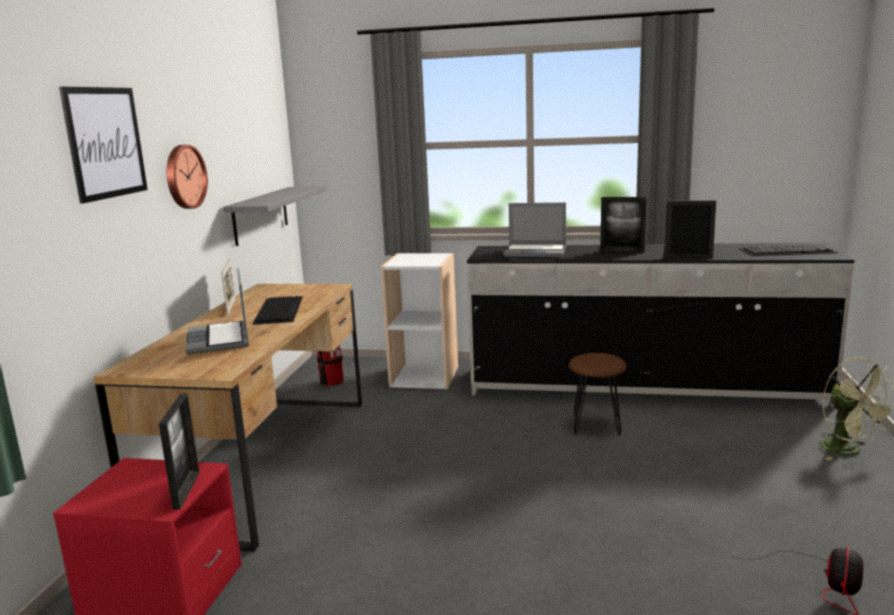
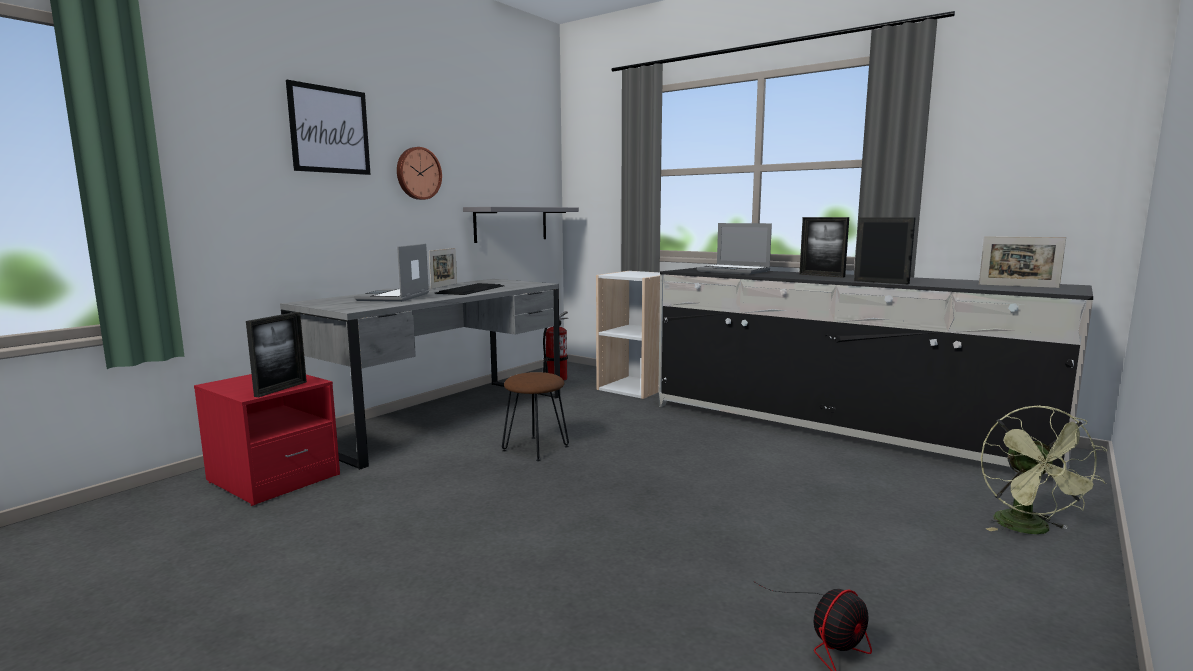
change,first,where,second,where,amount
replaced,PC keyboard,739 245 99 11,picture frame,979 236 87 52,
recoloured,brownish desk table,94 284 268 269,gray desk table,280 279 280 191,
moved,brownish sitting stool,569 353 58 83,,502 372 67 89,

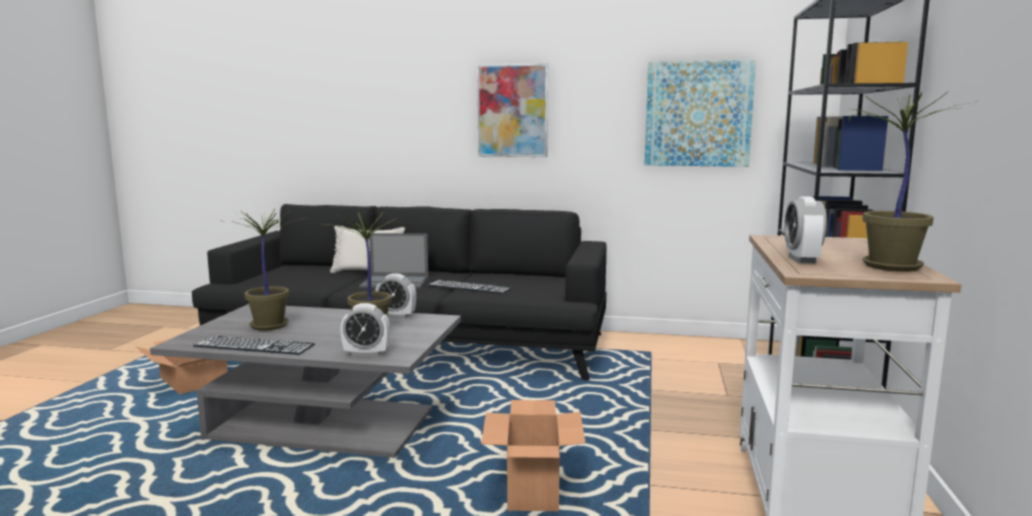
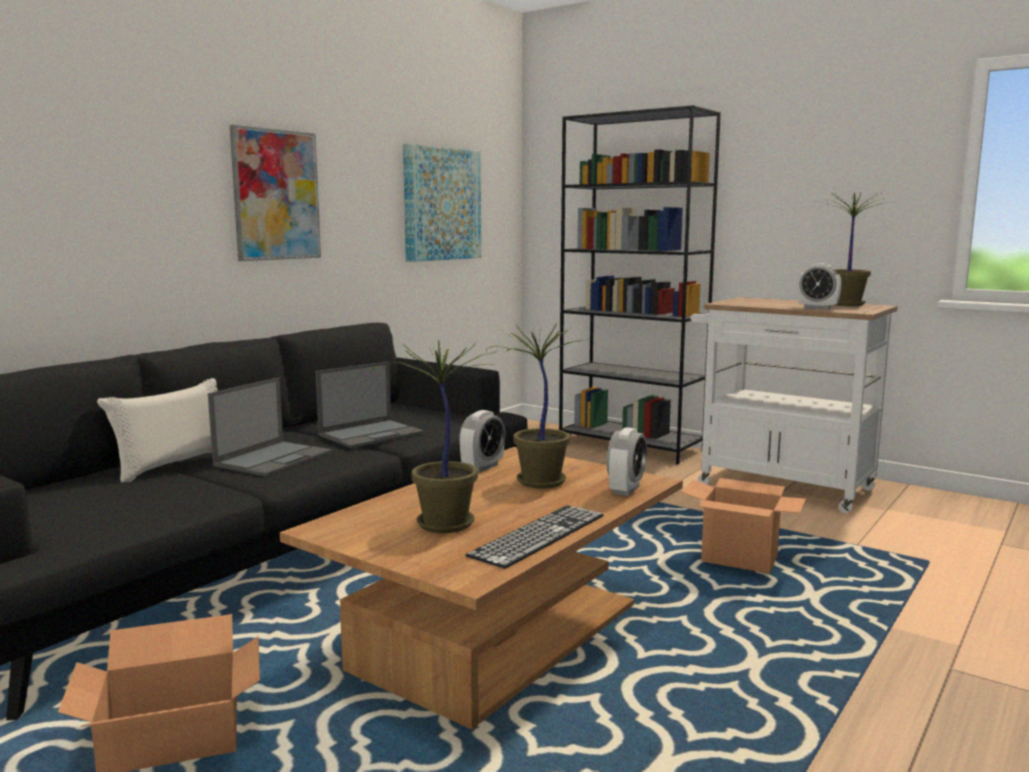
change,first,where,second,where,amount
replaced,PC keyboard,427 280 85 14,laptop,315 361 110 87,
recoloured,gray coffee table,150 304 311 154,brownish coffee table,280 447 403 282,

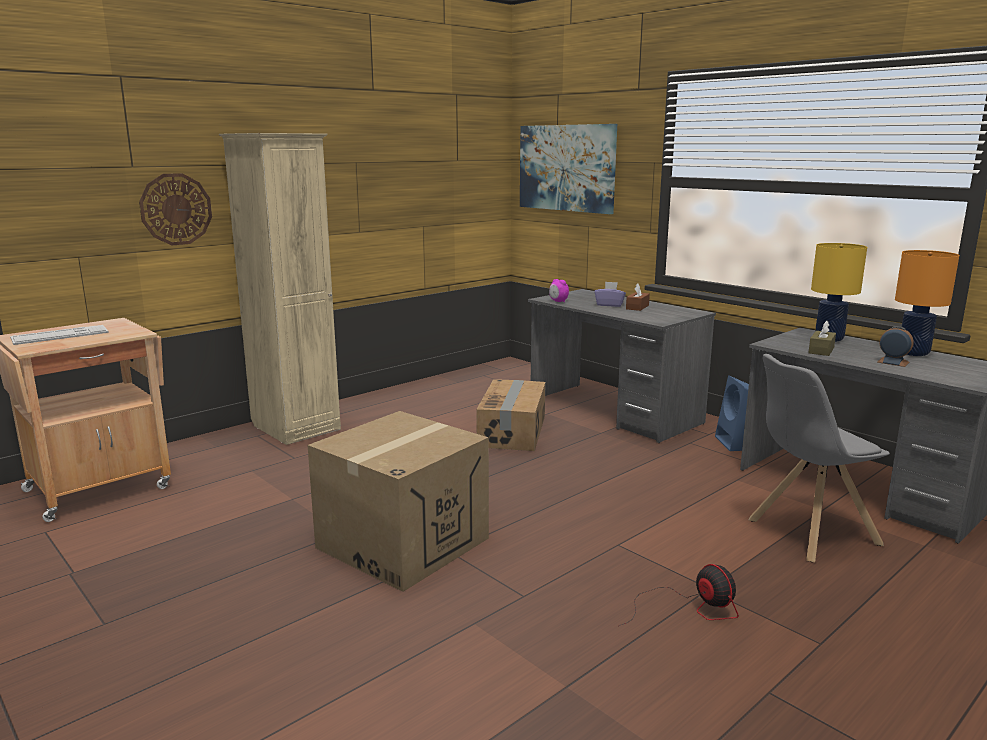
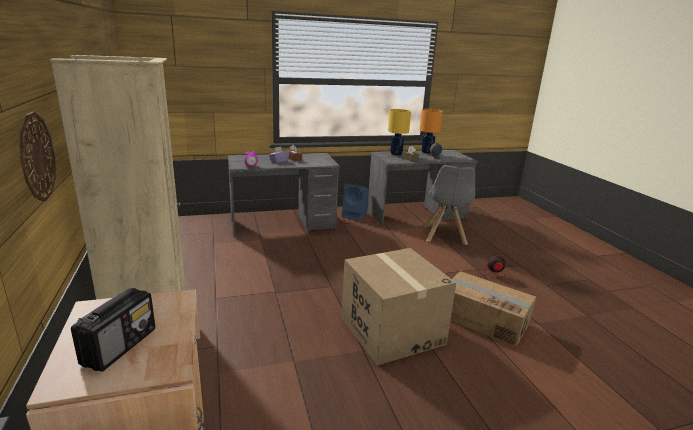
change,first,where,second,where,amount
removed,wall art,520 124 97 90,,,
replaced,PC keyboard,10 325 99 20,radio receiver,71 288 84 84,
moved,cardboard box,476 379 70 72,,450 271 86 76,

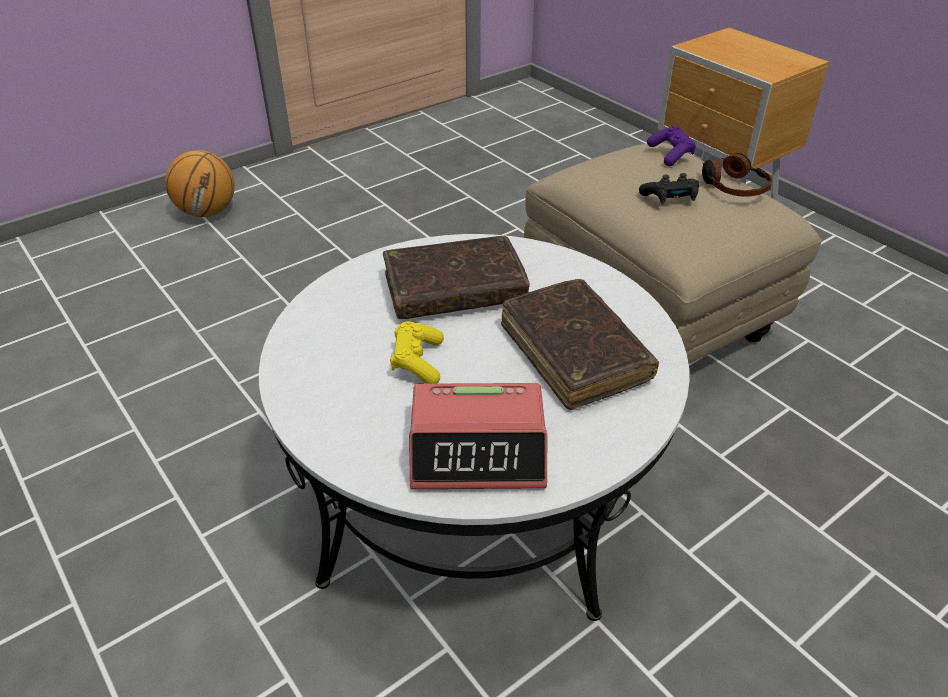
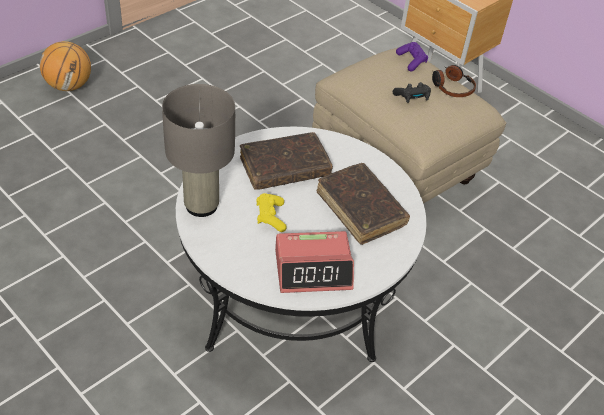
change,first,where,second,where,amount
added,,,gray table lamp,162 84 73 133,

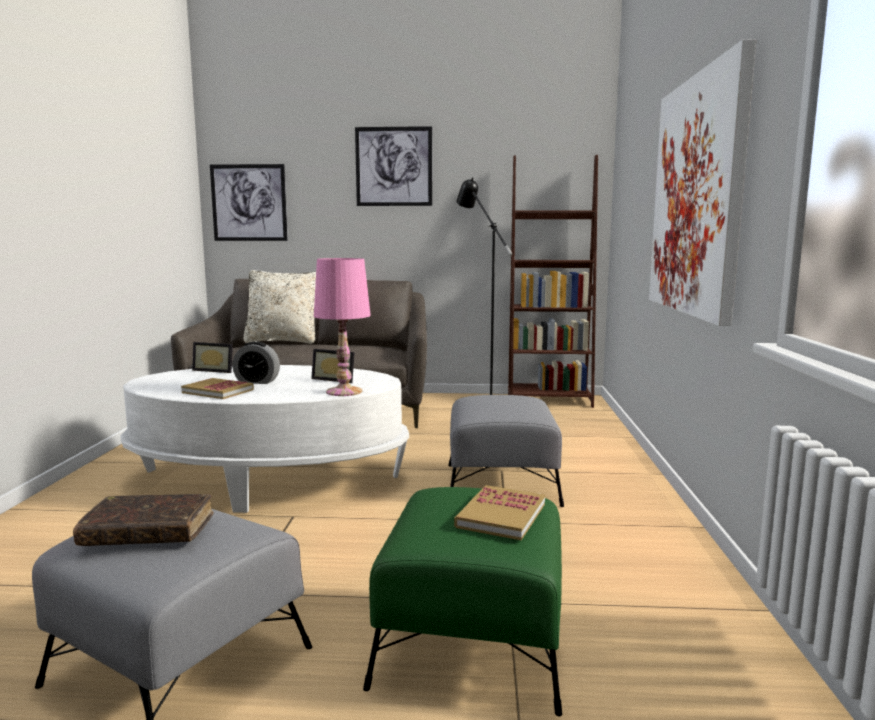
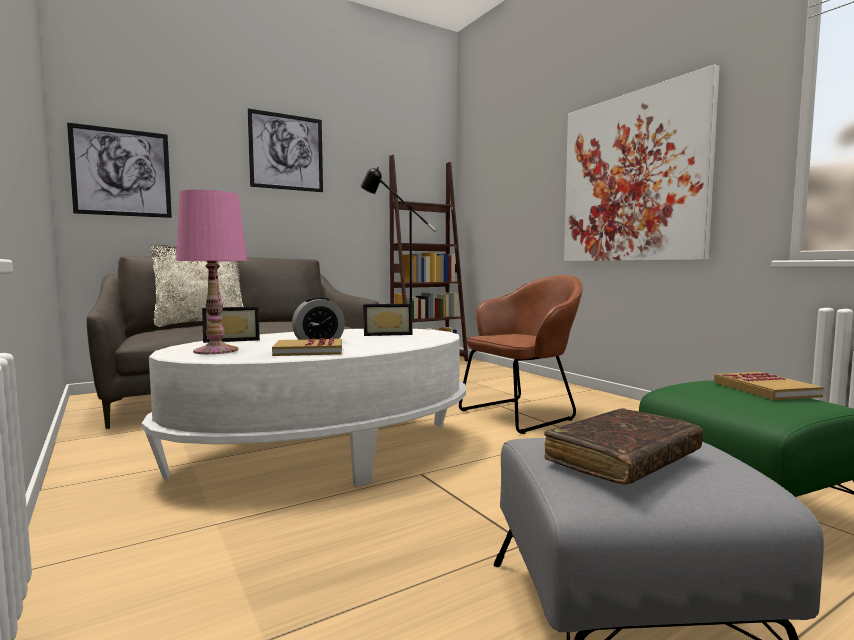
change,first,where,second,where,amount
moved,pink-coloured table lamp,314 258 57 138,,176 190 71 164,
replaced,gray ottoman,448 395 116 112,brownish armchair,459 275 124 159,

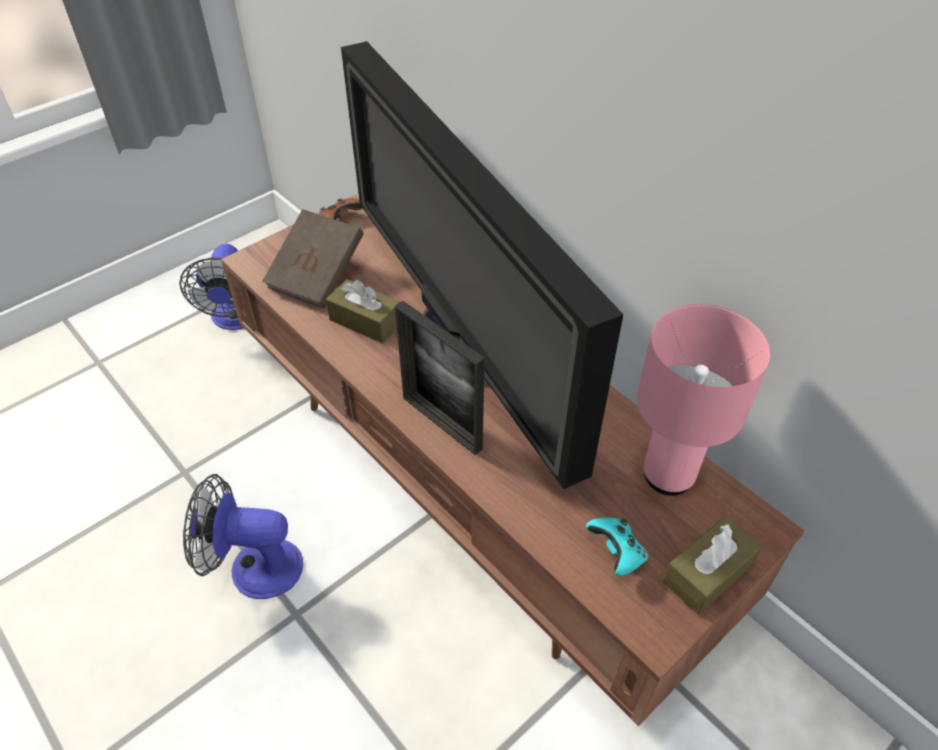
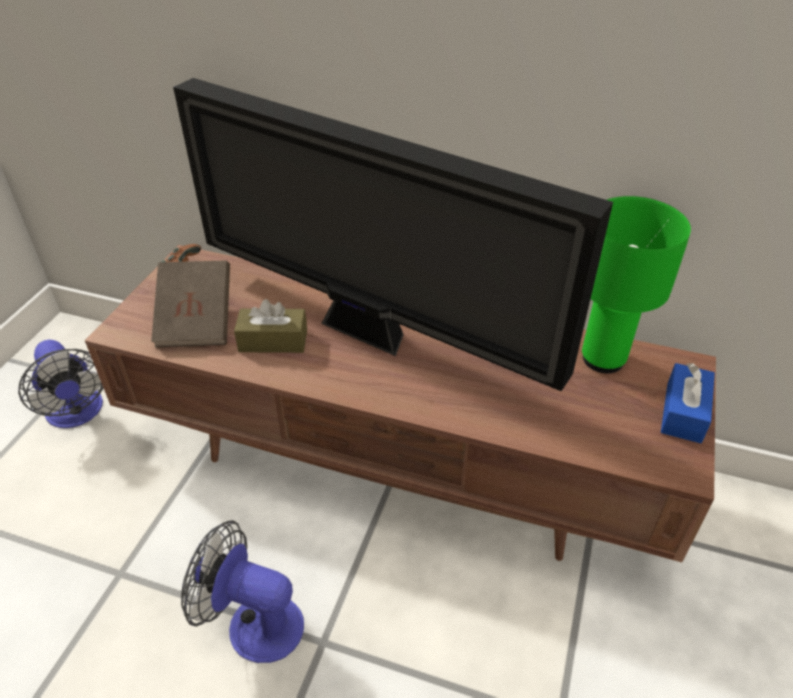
change,first,where,second,where,amount
removed,picture frame,395 301 90 154,,,
recoloured,pink-coloured table lamp,637 304 133 192,green table lamp,582 196 109 177,
turned,cooling fan,183 474 120 125,,181 520 123 143,45 degrees clockwise
recoloured,brownish box of tissues,663 516 99 99,bluish box of tissues,661 363 54 80,
removed,blue-green gamepad,586 517 62 59,,,

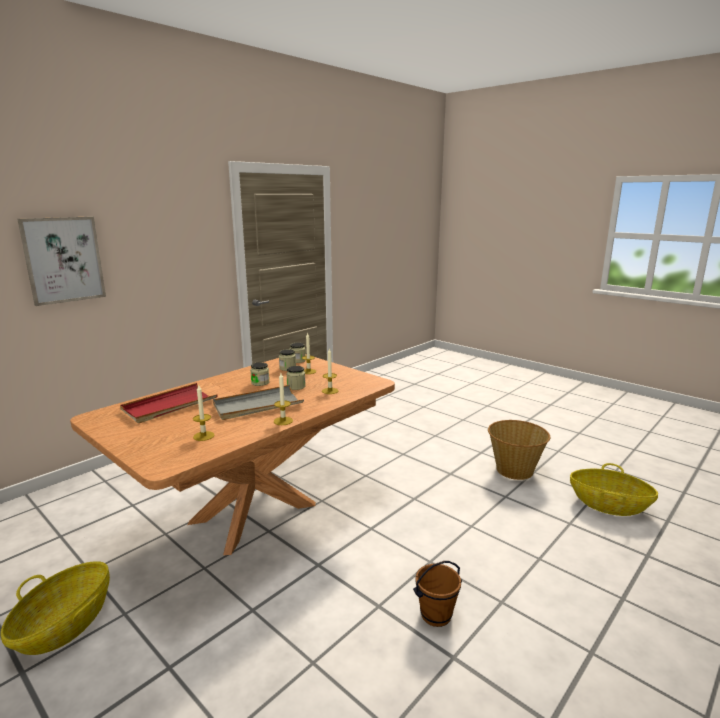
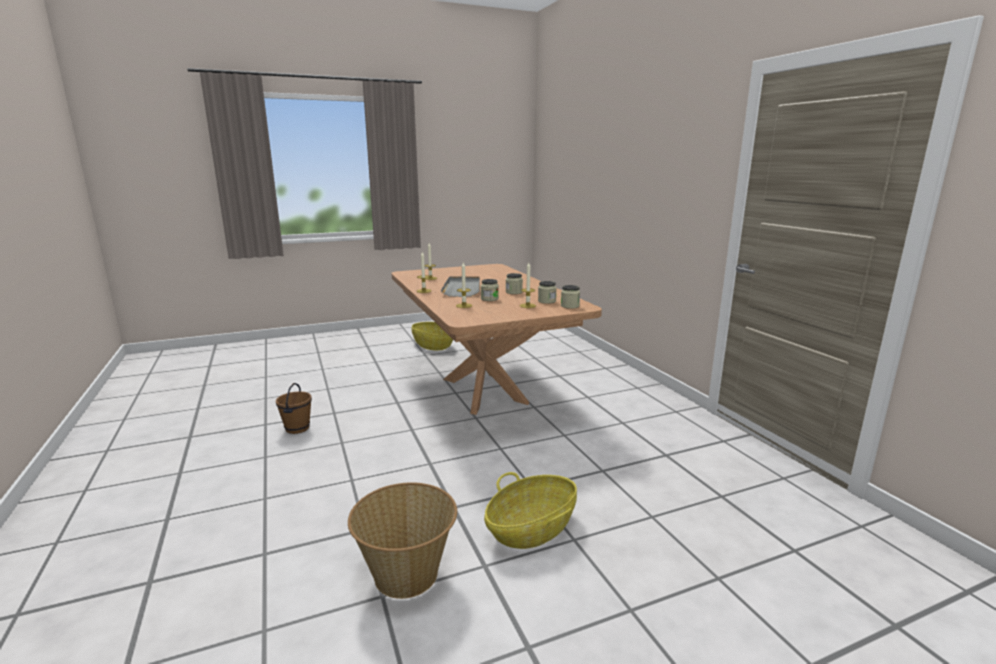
change,first,where,second,where,amount
removed,wall art,17 216 89 90,,,
removed,red tray,120 383 98 40,,,
moved,household basket,570 463 88 53,,484 472 93 77,

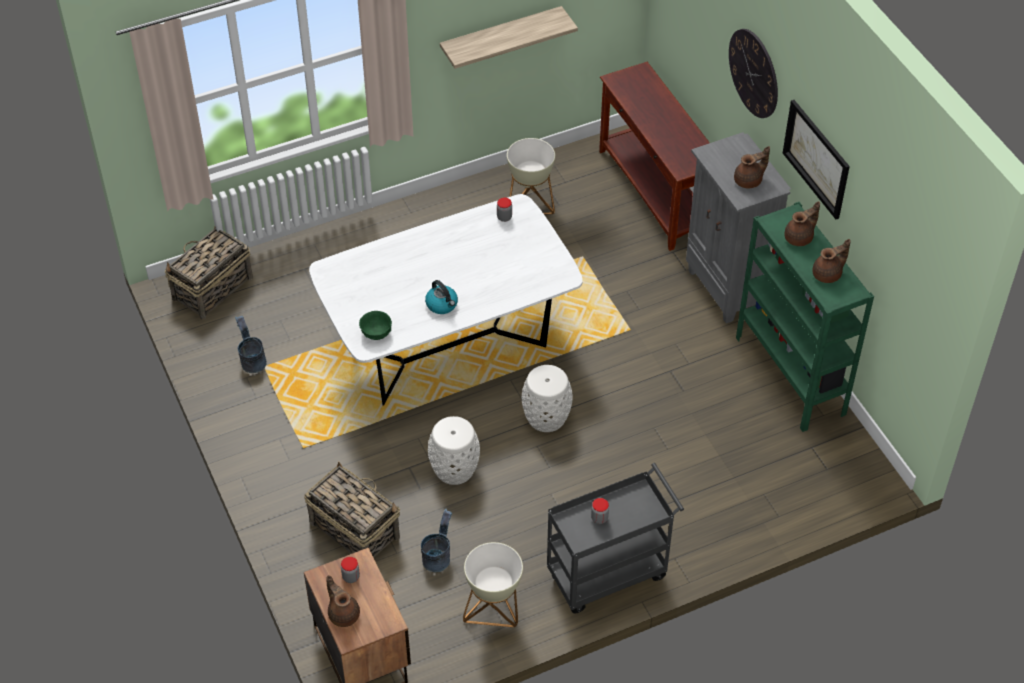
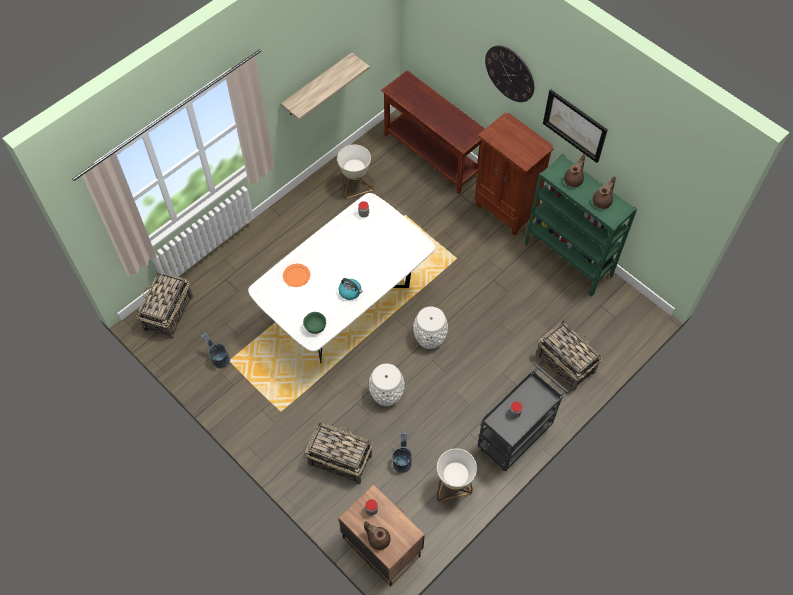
change,first,where,second,where,amount
recoloured,gray cabinet,686 132 105 191,brownish cabinet,474 113 80 122,
removed,brownish tea pot,734 146 36 42,,,
added,,,orangey dinner plate,283 264 27 23,
added,,,household basket,536 320 66 71,

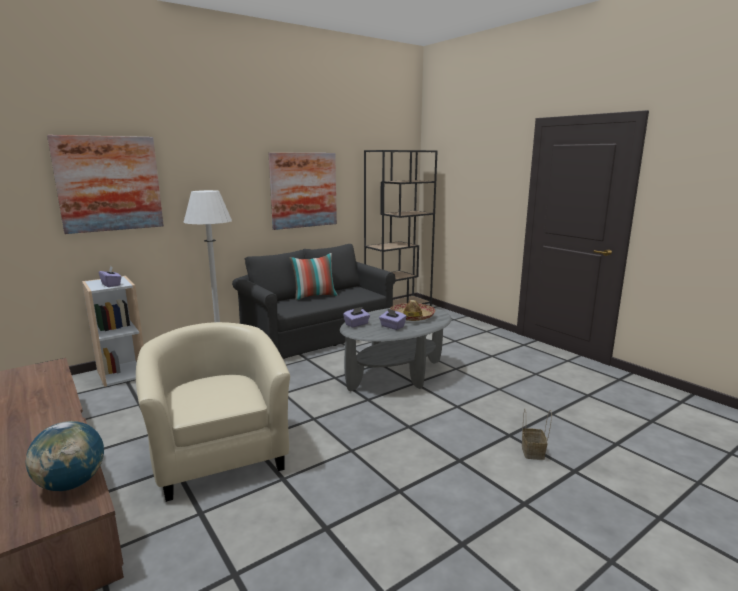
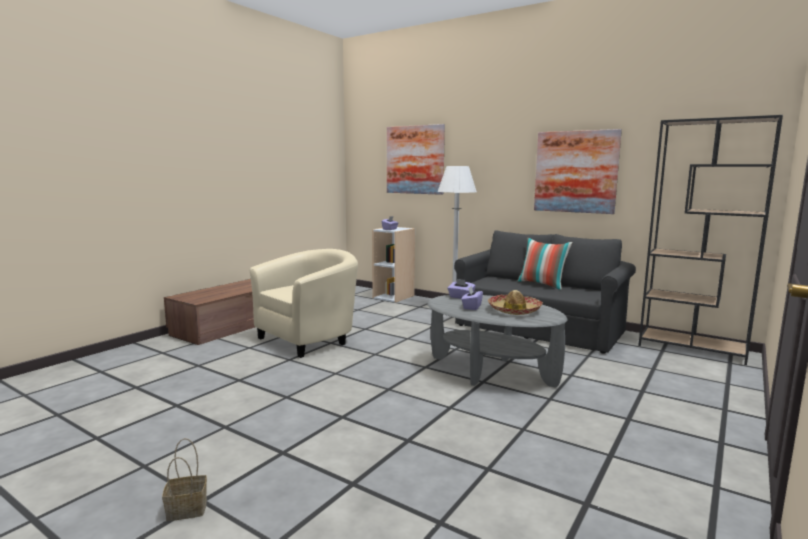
change,first,where,second,where,amount
moved,household basket,522 409 30 51,,162 438 45 83,
removed,world globe,25 421 79 70,,,

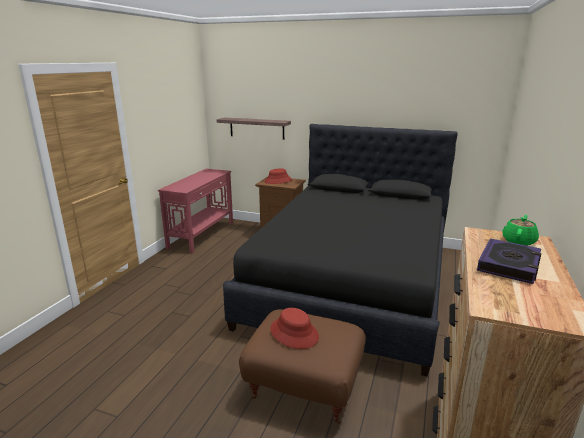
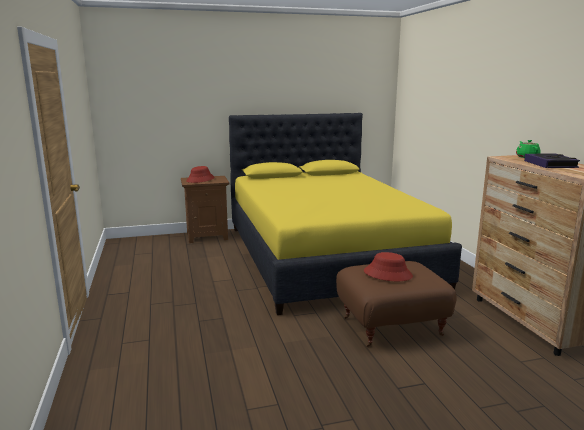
change,first,where,second,where,amount
removed,shelf,217 117 74 23,,,
recoloured,black sleeping bed,223 124 235 252,yellow sleeping bed,229 113 233 202,
removed,red hall table,158 168 75 85,,,

